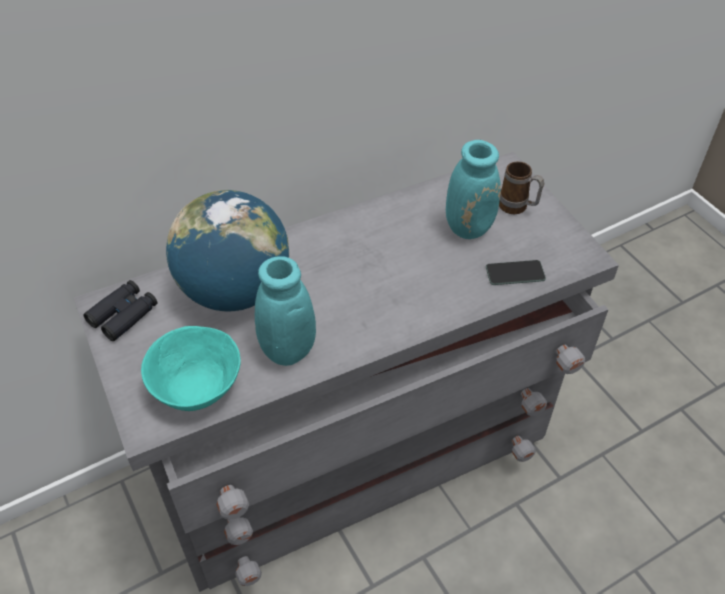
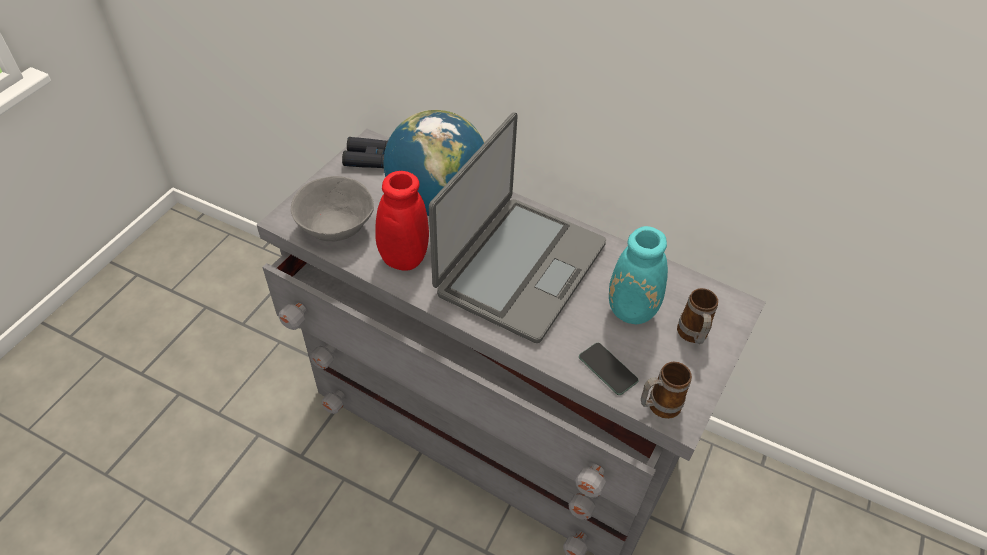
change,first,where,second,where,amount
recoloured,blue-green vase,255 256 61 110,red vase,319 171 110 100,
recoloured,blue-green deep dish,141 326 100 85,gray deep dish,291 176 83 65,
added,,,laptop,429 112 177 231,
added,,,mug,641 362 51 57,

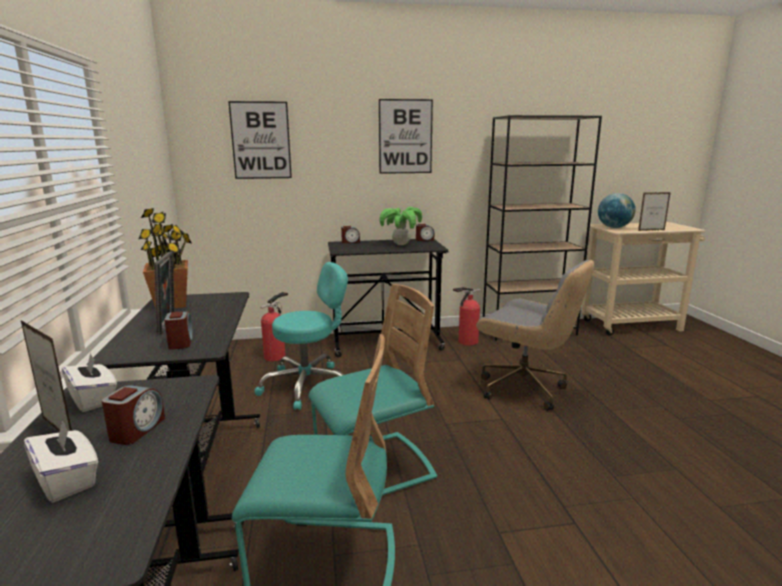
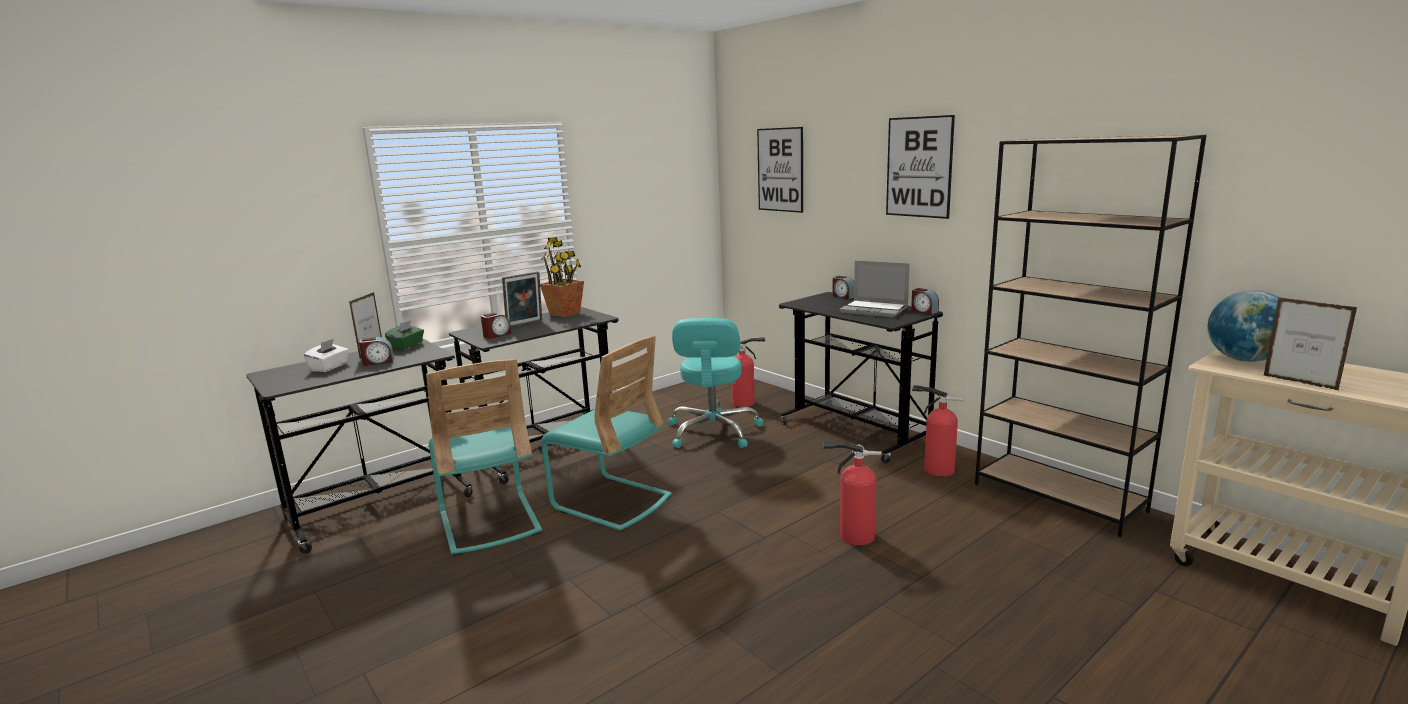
change,first,where,second,where,amount
replaced,houseplant,379 207 43 38,laptop,840 261 70 57,
replaced,gray desk chair,476 260 118 151,fire extinguisher,823 441 58 104,
turned,blue-green desk chair,254 262 94 148,,668 318 96 130,60 degrees clockwise
recoloured,whitish box of tissues,62 353 55 59,green box of tissues,385 320 39 30,

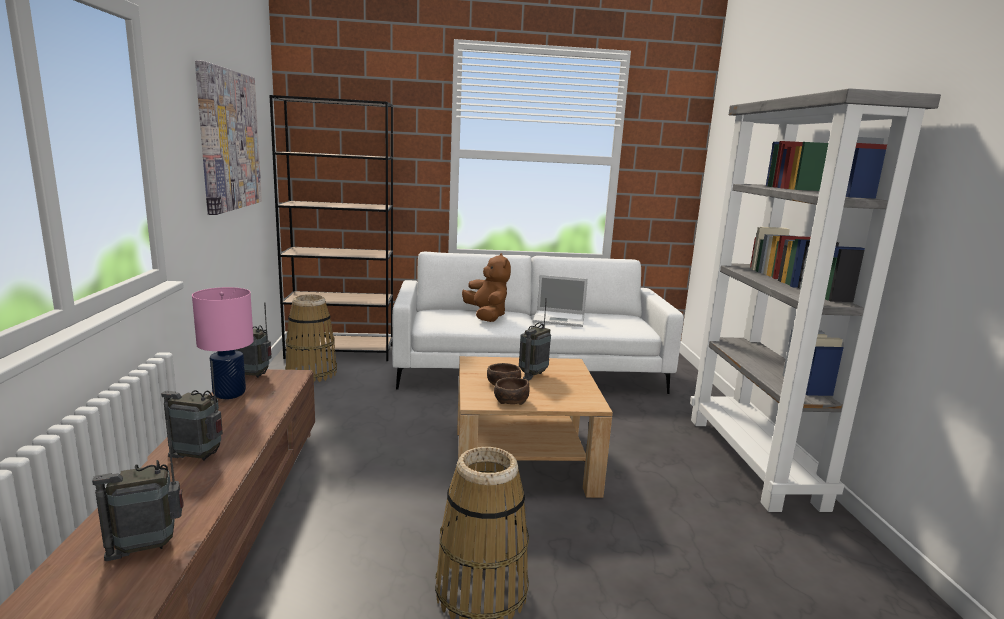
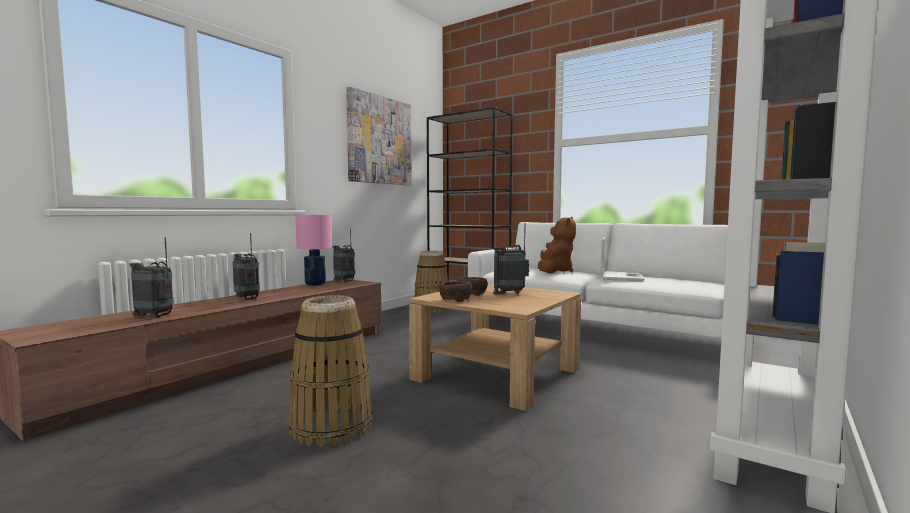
change,first,where,second,where,amount
turned,laptop,533 275 55 52,,601 237 43 44,120 degrees counterclockwise

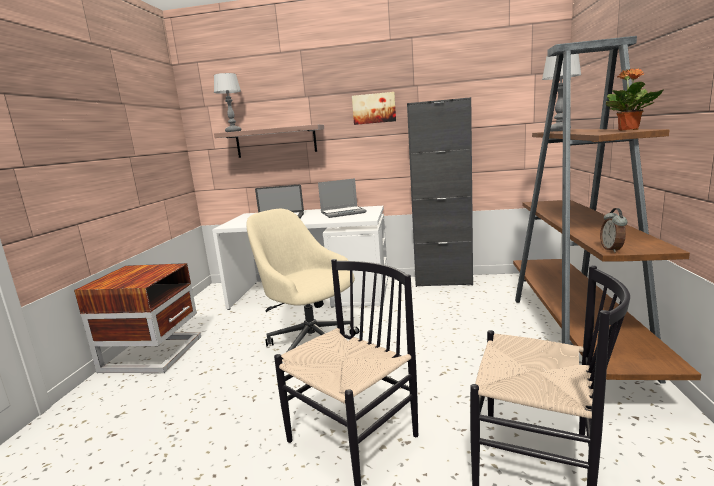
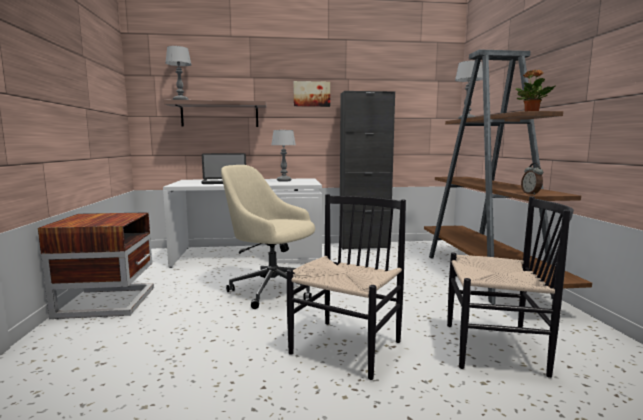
change,first,where,second,where,amount
replaced,laptop,318 178 49 40,table lamp,272 130 24 52,

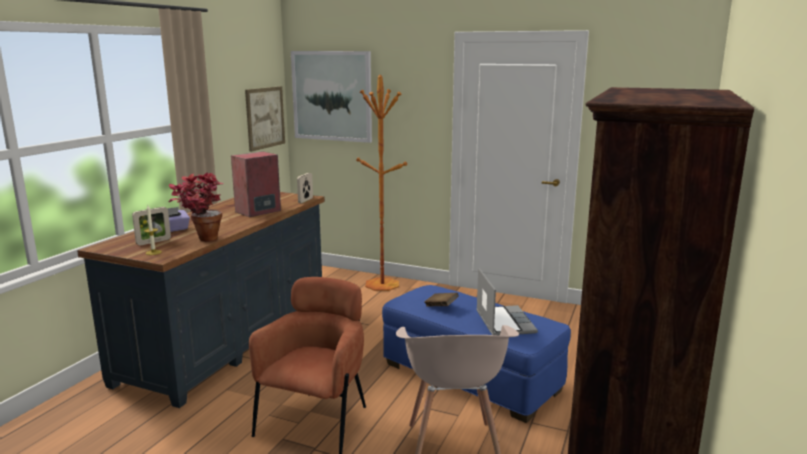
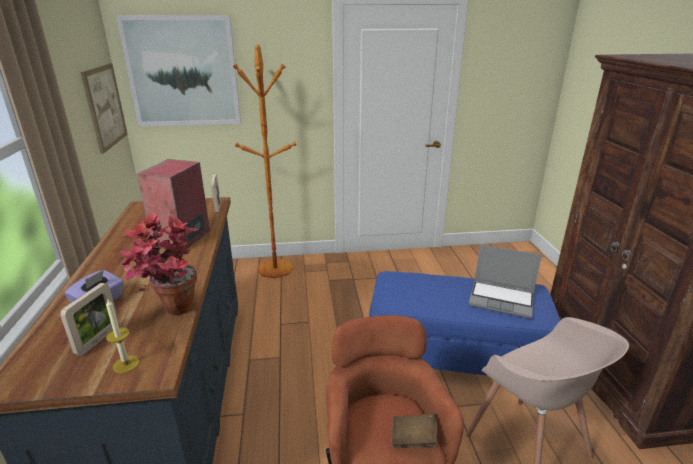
change,first,where,second,where,amount
turned,laptop,476 268 62 67,,469 244 73 75,150 degrees clockwise
moved,brownish book,425 293 34 14,,391 414 47 34,

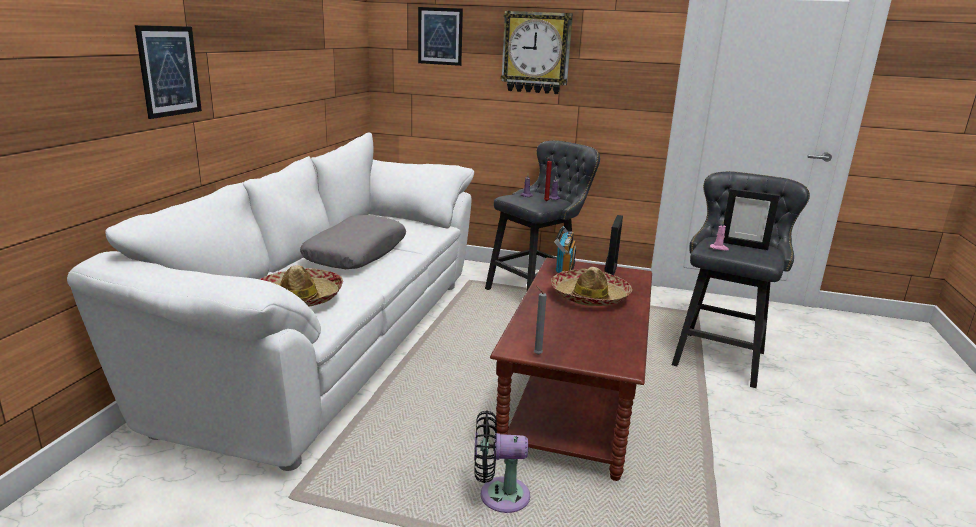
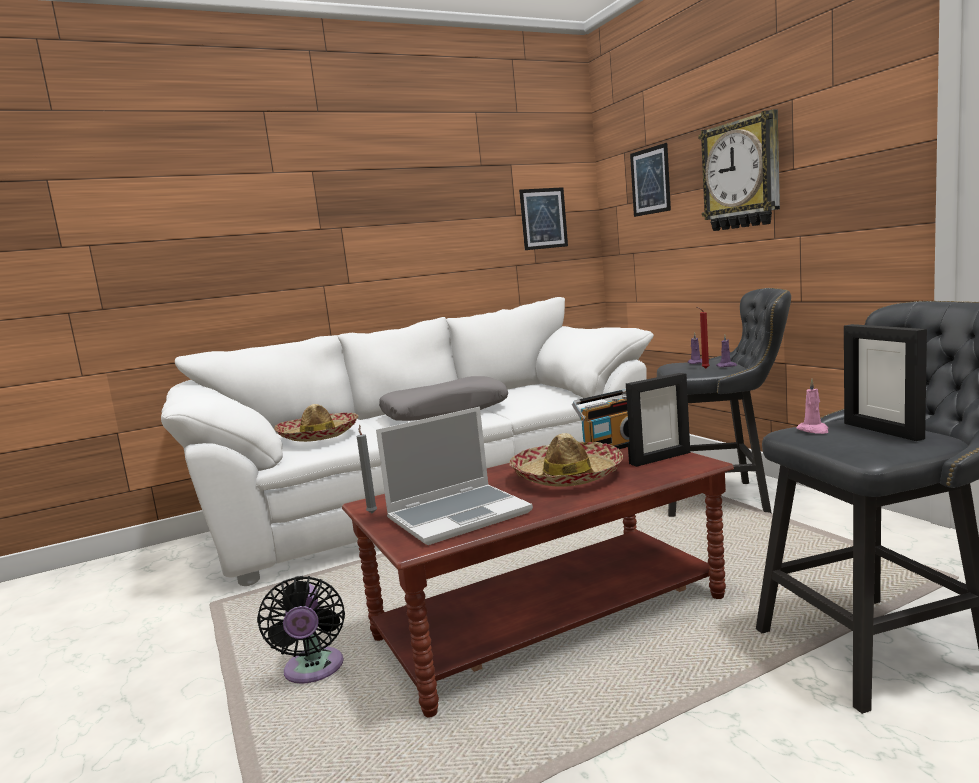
change,first,where,second,where,amount
moved,wall art,135 25 67 94,,519 187 49 63,
turned,black cooling fan,474 411 56 102,,257 576 88 108,150 degrees counterclockwise
added,,,laptop,376 407 157 138,

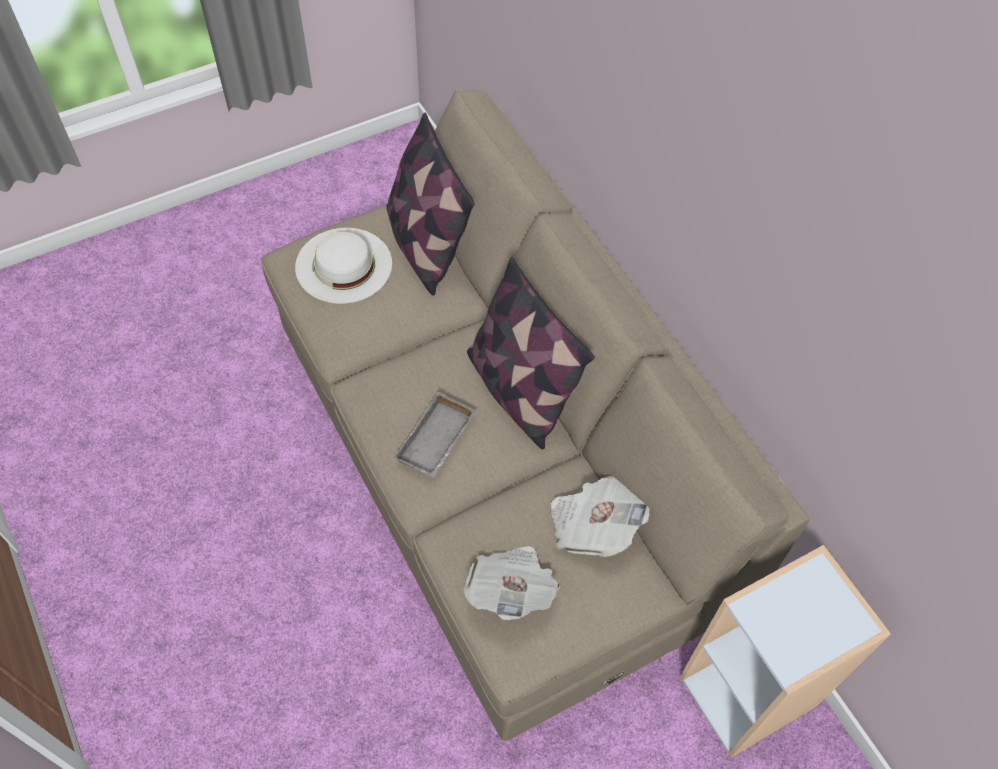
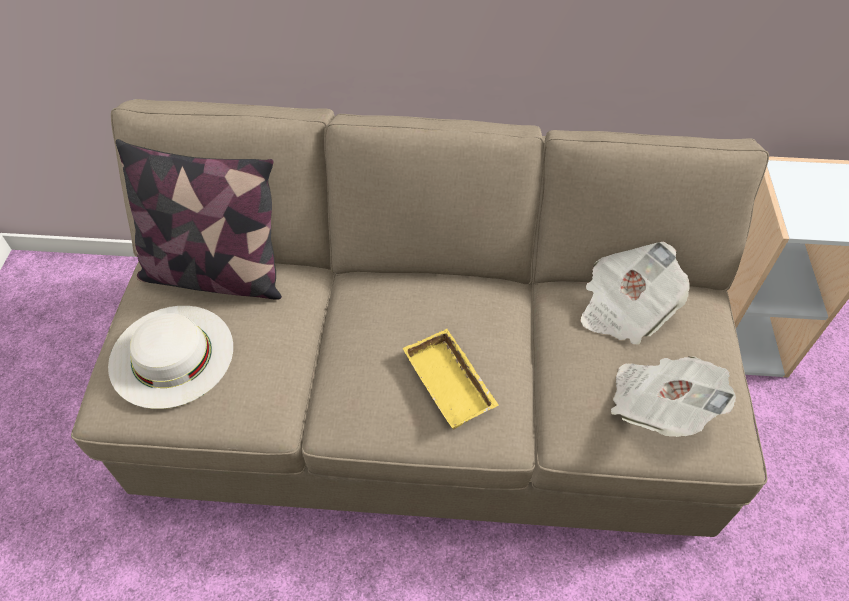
change,first,where,second,where,amount
removed,throw pillow,467 257 128 192,,,
recoloured,gray tray,394 392 82 86,yellow tray,403 329 96 100,

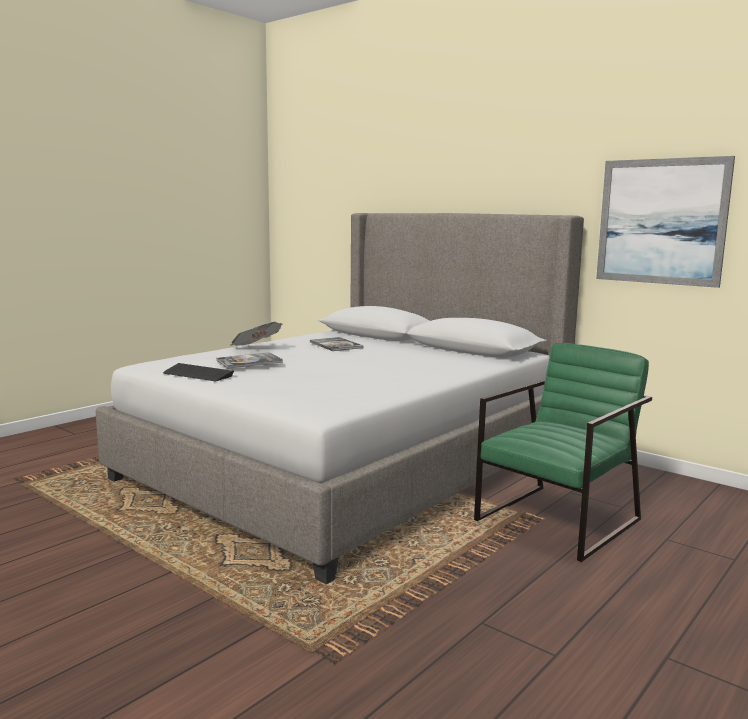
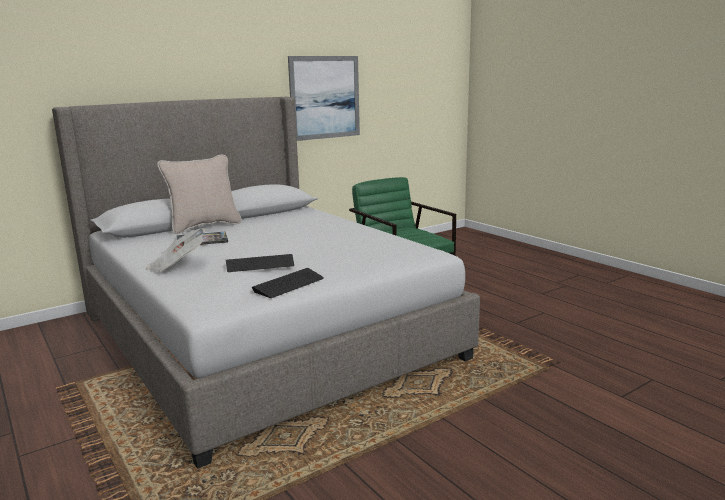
change,first,where,second,where,amount
replaced,book,216 352 67 16,PC keyboard,226 254 68 18,
added,,,sand-coloured throw pillow,157 155 85 79,

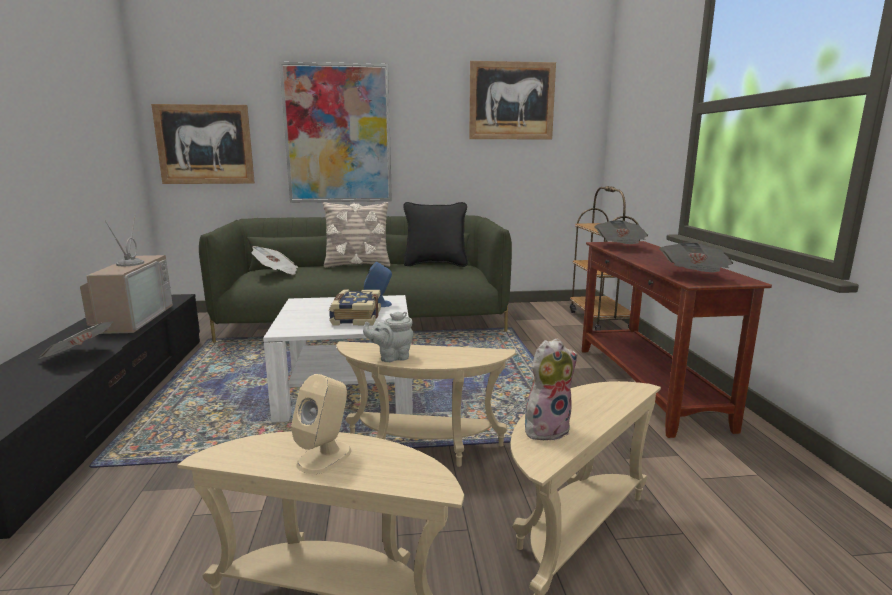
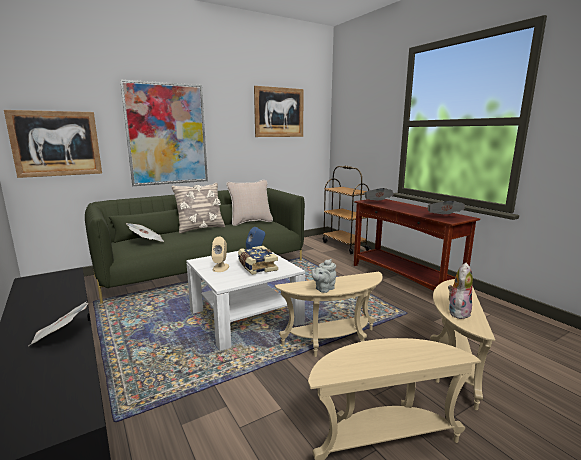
change,first,where,second,where,amount
recoloured,black throw pillow,403 202 65 65,sand-coloured throw pillow,226 180 47 46,
removed,television,80 213 93 121,,,
moved,sand-coloured speaker,291 374 60 100,,212 237 17 35,

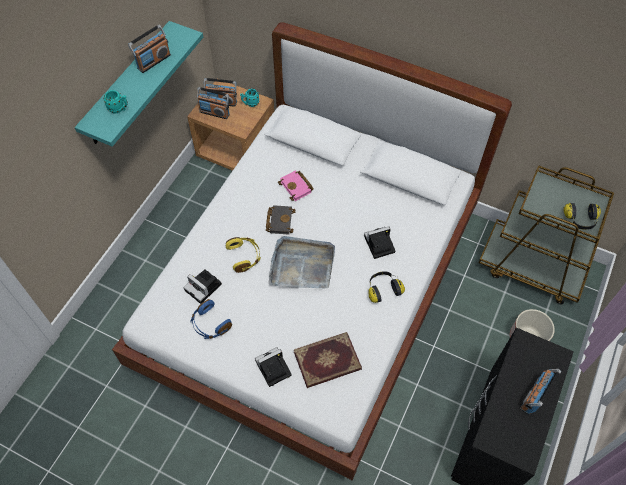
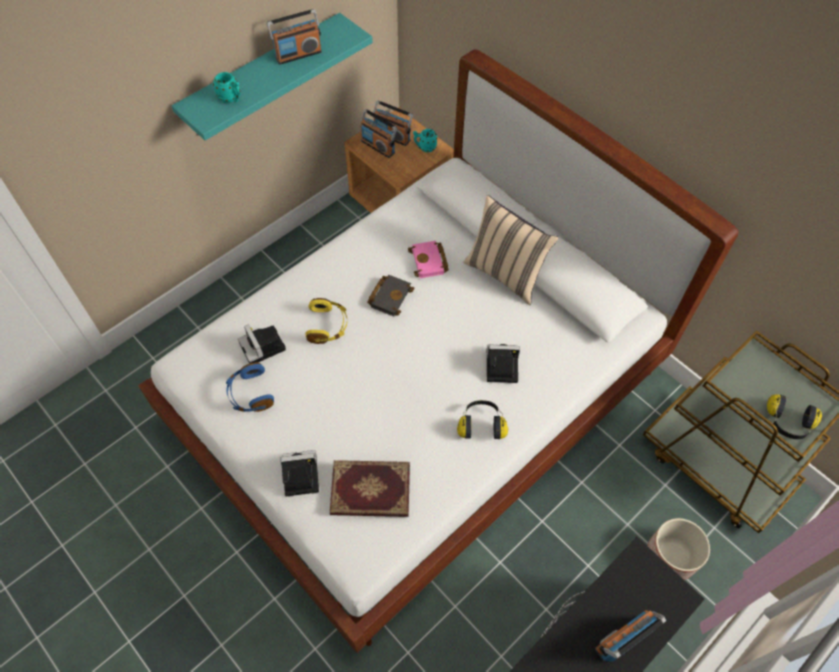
change,first,where,second,where,amount
removed,gray tray,268 236 67 53,,,
added,,,sand-coloured throw pillow,464 195 95 110,

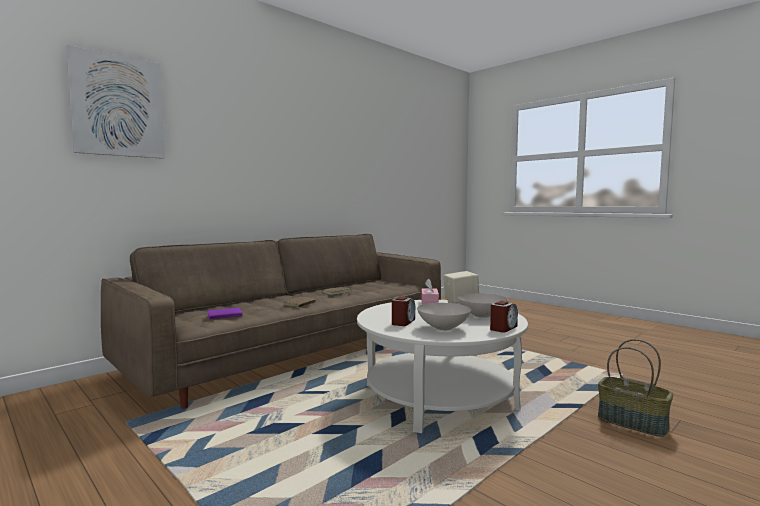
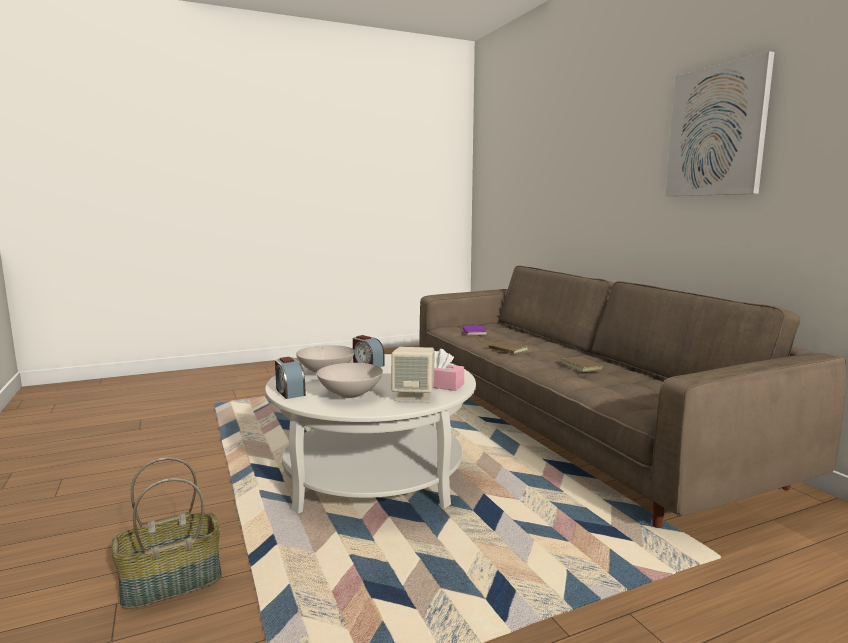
change,first,where,second,where,amount
moved,wall art,66 45 99 114,,665 51 109 145,

